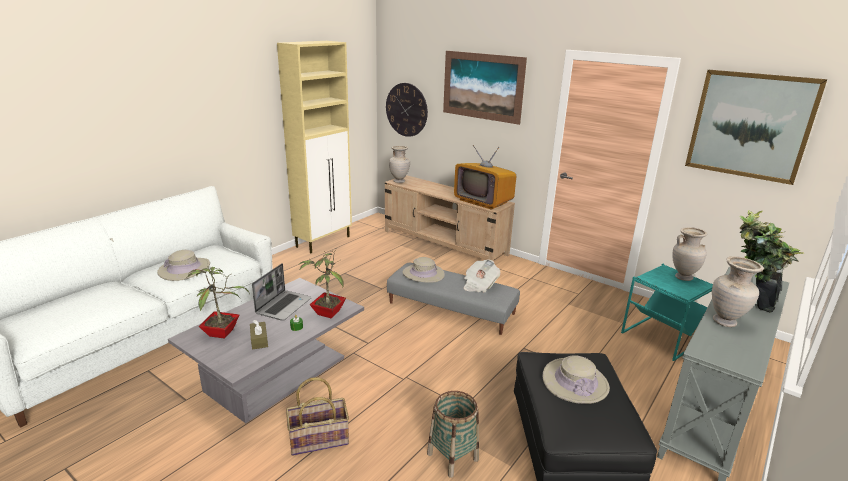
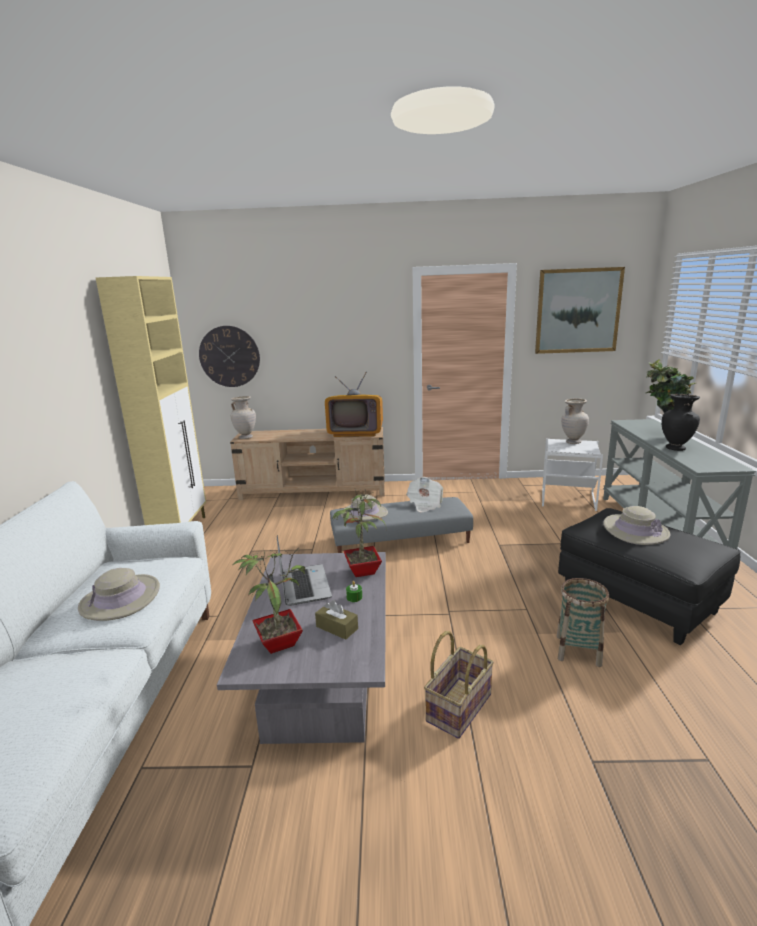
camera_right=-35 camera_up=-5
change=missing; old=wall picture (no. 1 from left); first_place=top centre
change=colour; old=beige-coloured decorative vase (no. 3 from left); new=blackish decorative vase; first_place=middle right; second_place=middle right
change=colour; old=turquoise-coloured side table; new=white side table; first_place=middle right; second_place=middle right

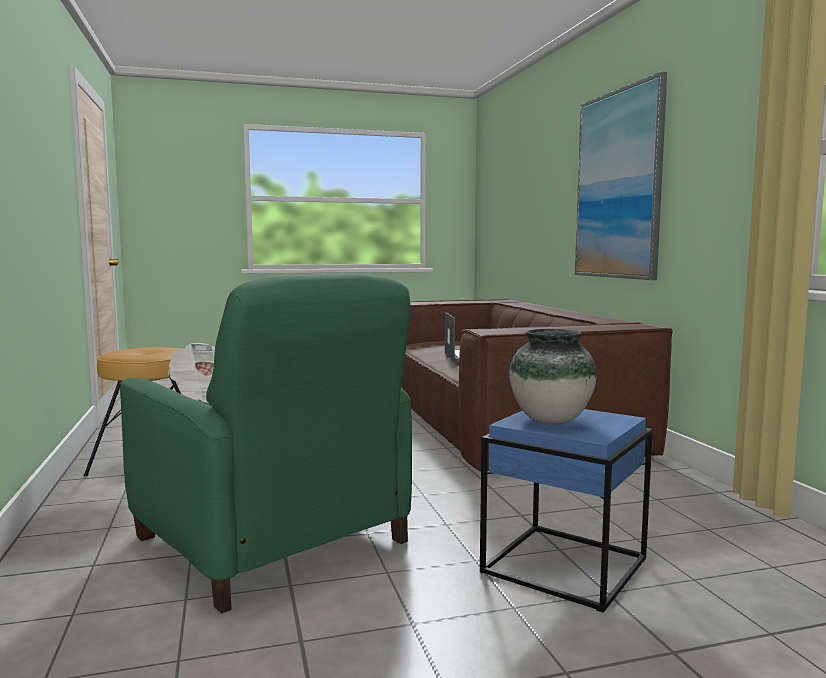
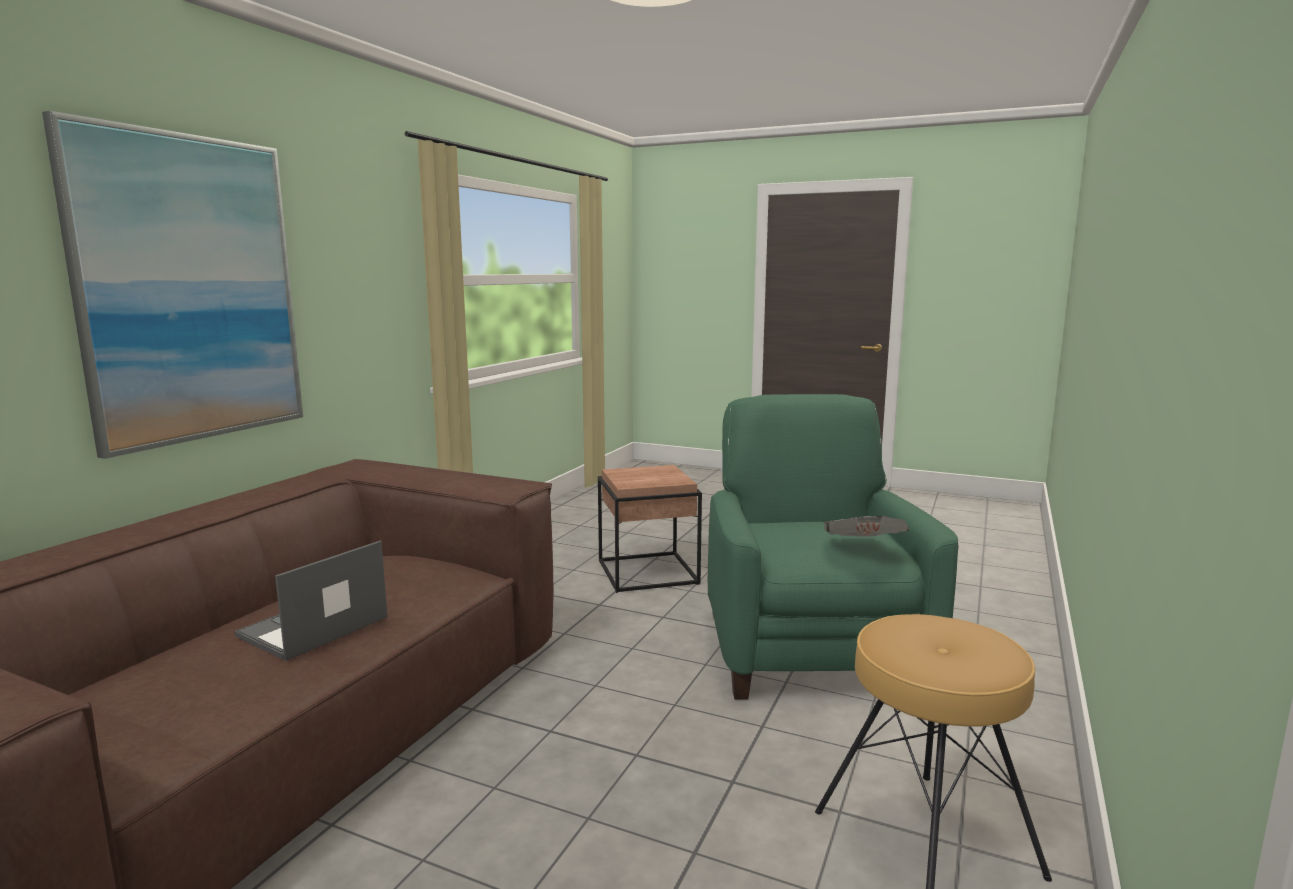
camera_right=-140 camera_up=5
change=missing; old=decorative vase; first_place=middle right
change=colour; old=blue side table; new=brown side table; first_place=bottom right; second_place=centre

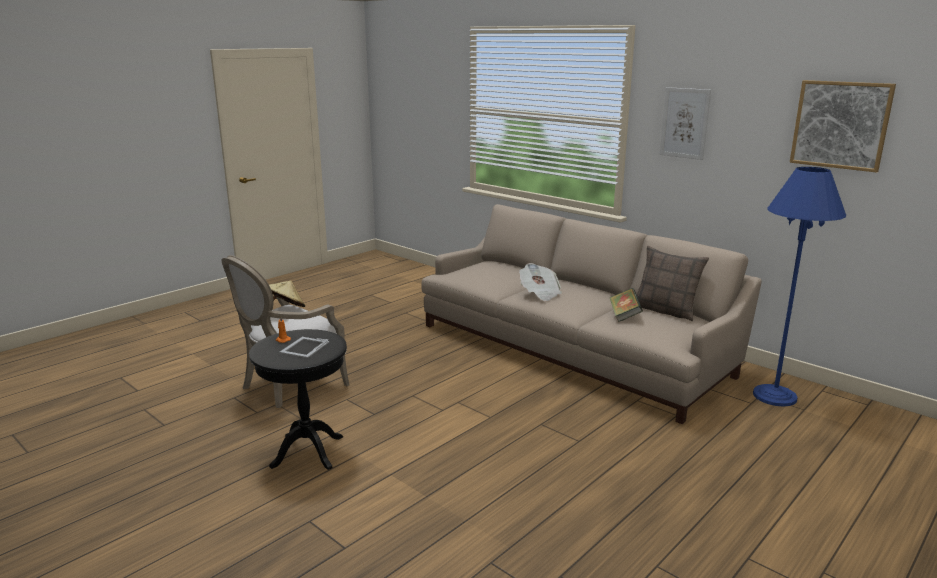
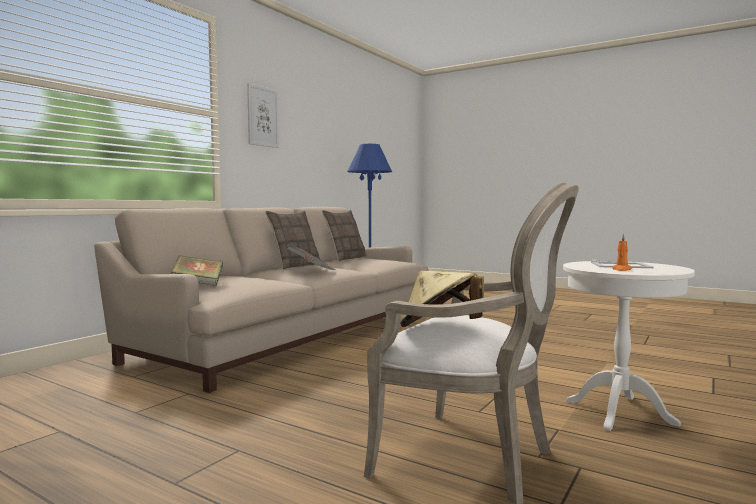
camera_right=-100 camera_up=-15
change=missing; old=wall picture (no. 2 from left); first_place=top right
change=relocated; old=book; first_place=middle right; second_place=middle left
change=colour; old=blackish side table; new=white side table; first_place=bottom left; second_place=bottom right
change=appeared; new=cushion (no. 1 from left); second_place=centre

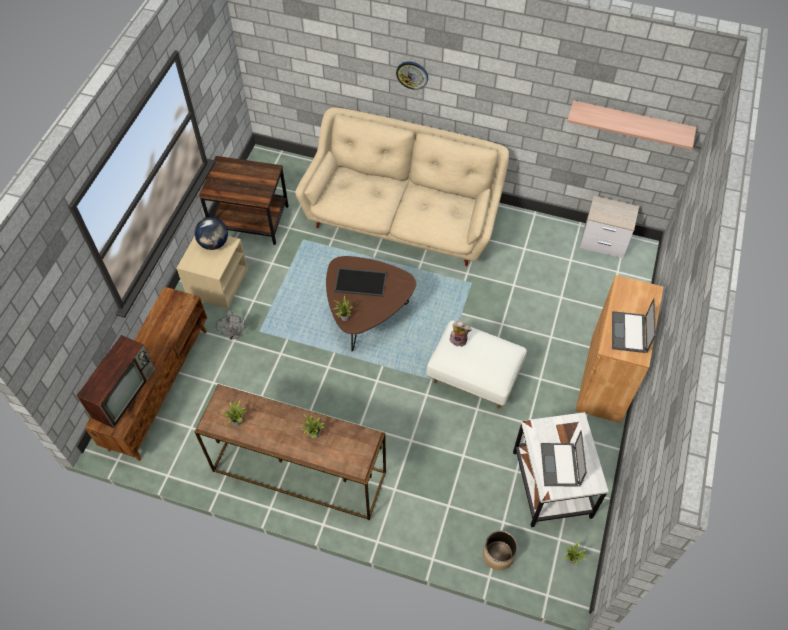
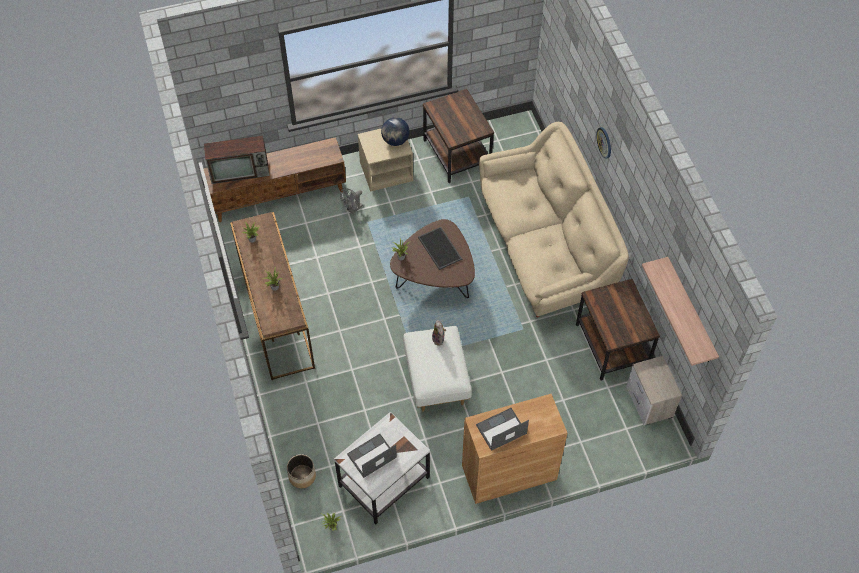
camera_right=55 camera_up=0
change=appeared; new=brown side table (no. 2 from left); second_place=middle right

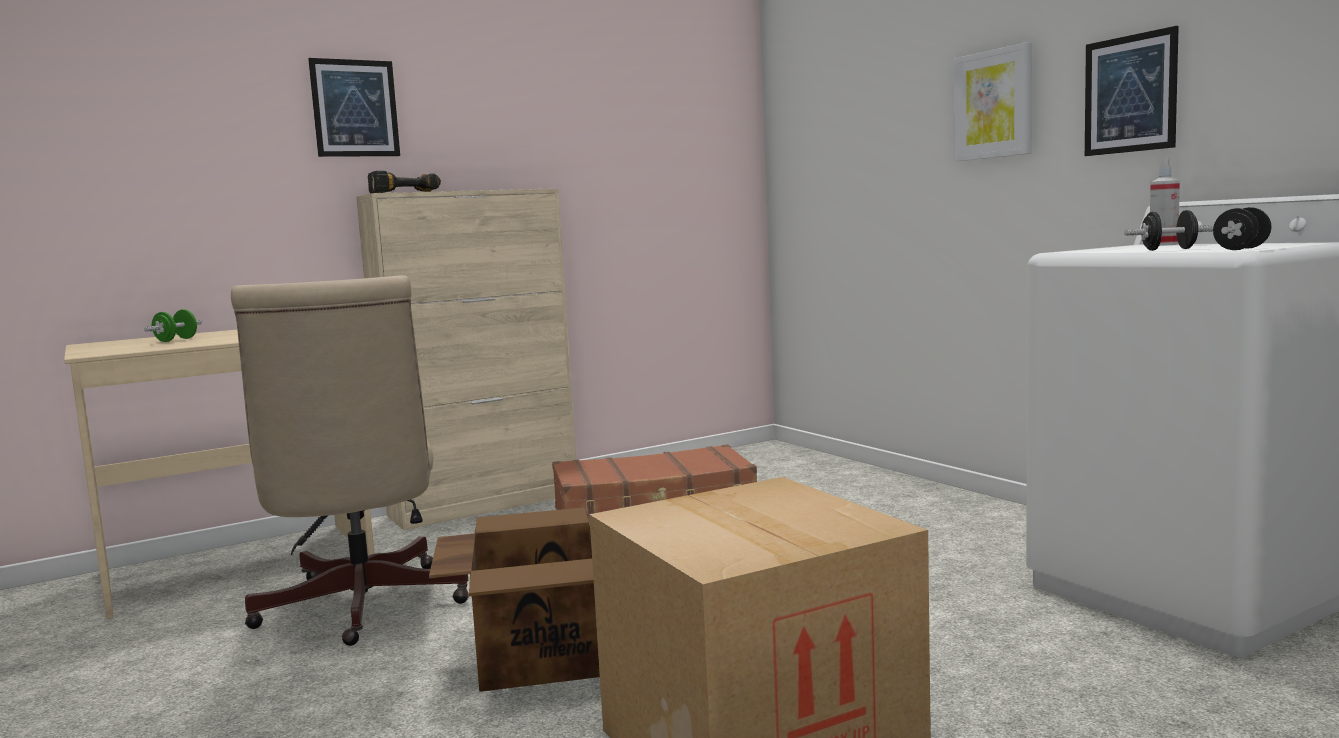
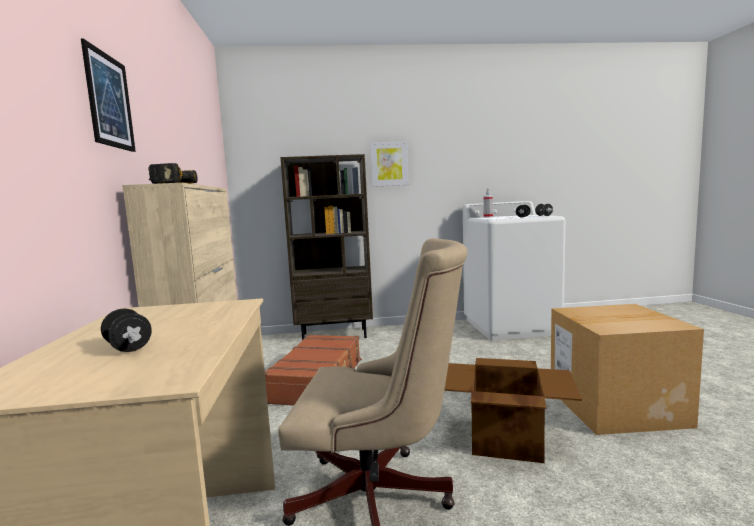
camera_right=-65 camera_up=0
change=missing; old=wall picture (no. 3 from left); first_place=top right
change=colour; old=green-coloured dumbbell; new=blackish dumbbell (no. 1 from left); first_place=middle left; second_place=middle left
change=appeared; new=brown bookcase; second_place=centre

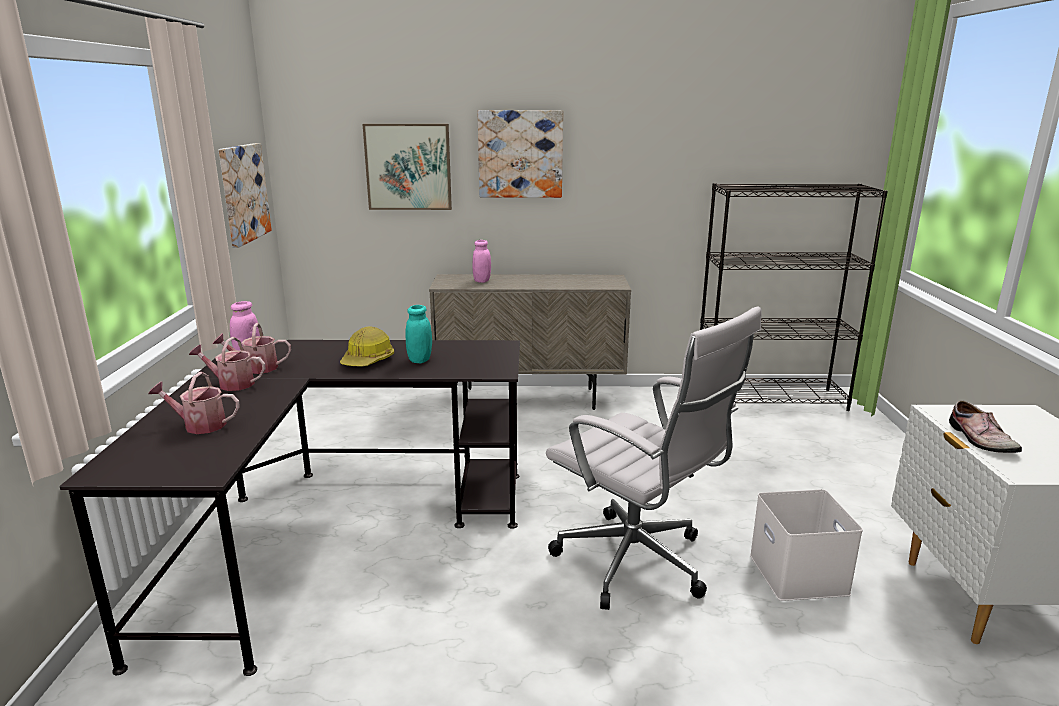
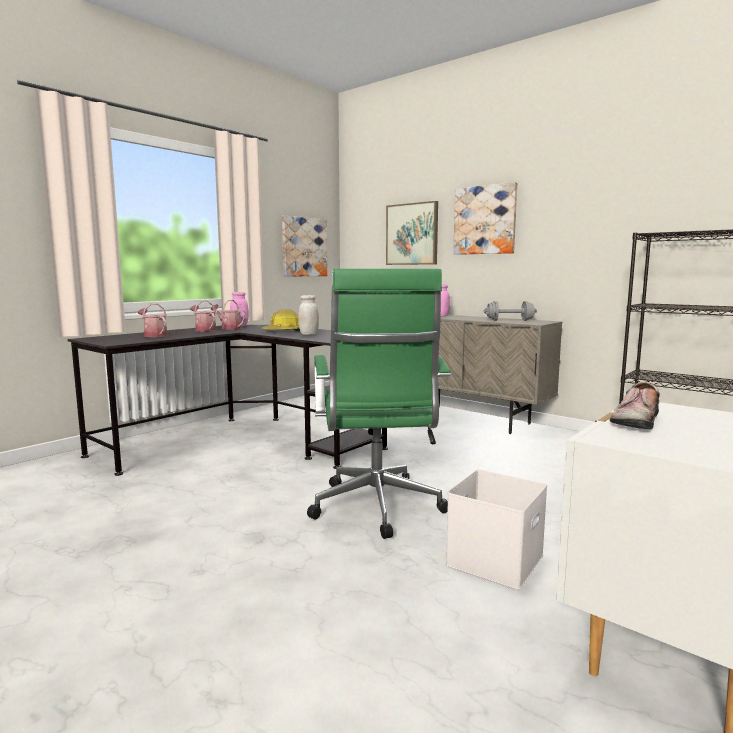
camera_right=40 camera_up=-10
change=colour; old=turquoise-coloured jar; new=white jar; first_place=centre; second_place=centre
change=colour; old=white computer chair; new=green-coloured computer chair; first_place=centre; second_place=centre
change=appeared; new=greyish dumbbell; second_place=middle right

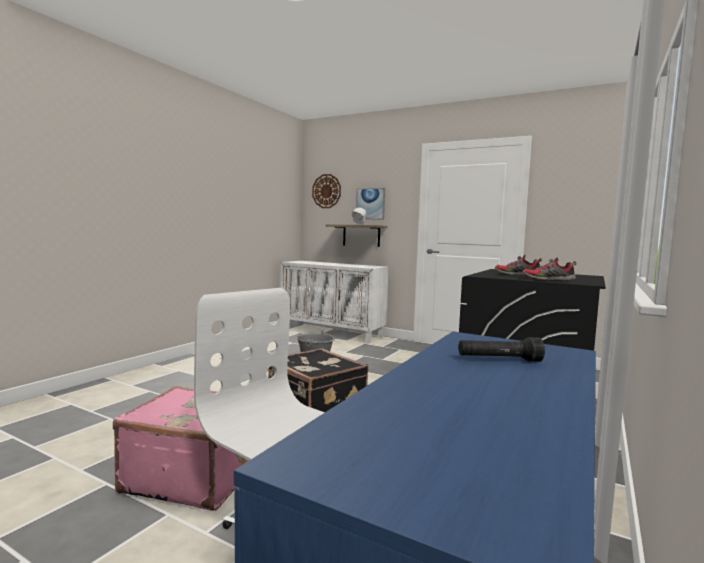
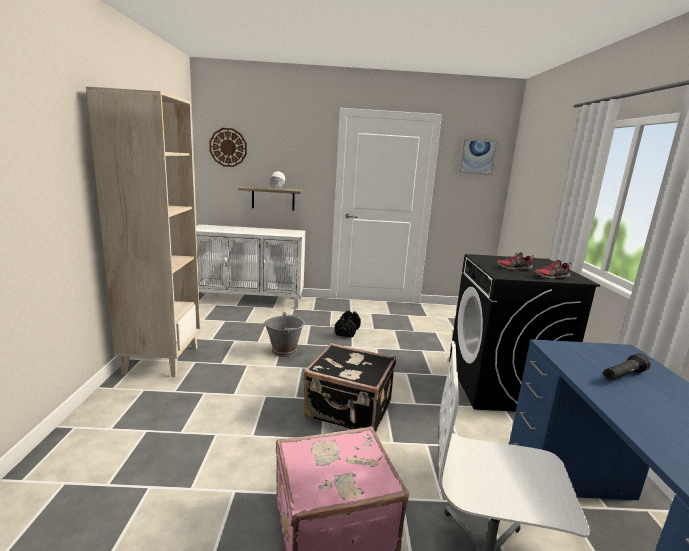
camera_right=-30 camera_up=10
change=relocated; old=wall picture; first_place=centre; second_place=top right
change=appeared; new=beige-coloured bookcase; second_place=middle left
change=appeared; new=blackish dumbbell; second_place=centre

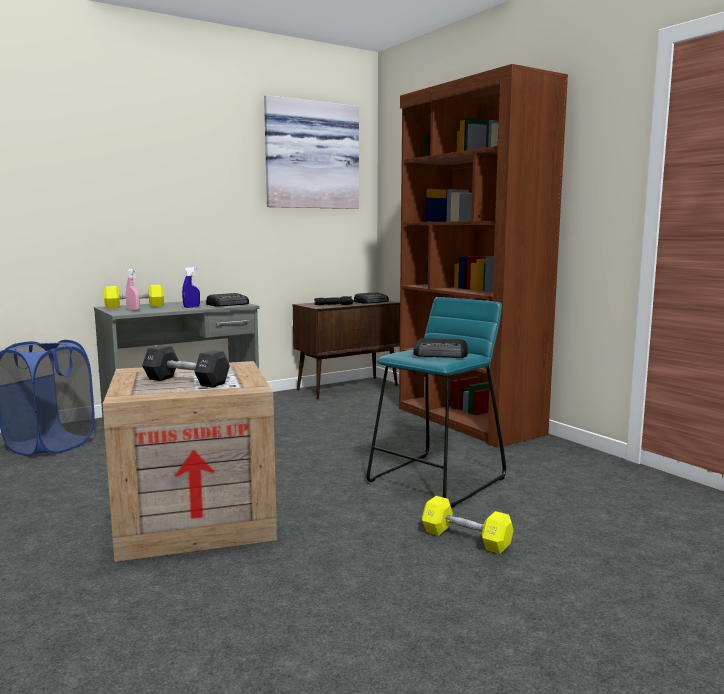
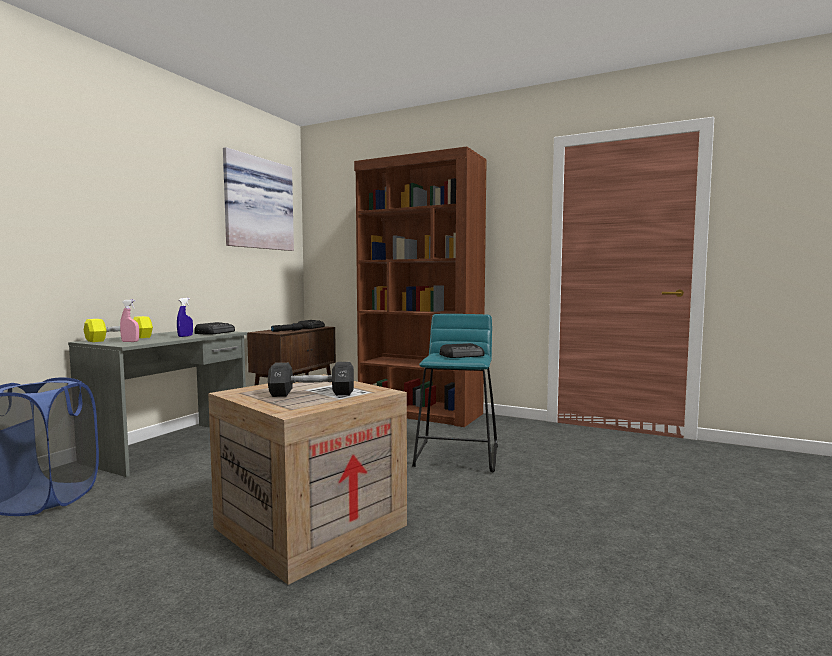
camera_right=-30 camera_up=-5
change=missing; old=yellow-coloured dumbbell (no. 2 from left); first_place=bottom centre

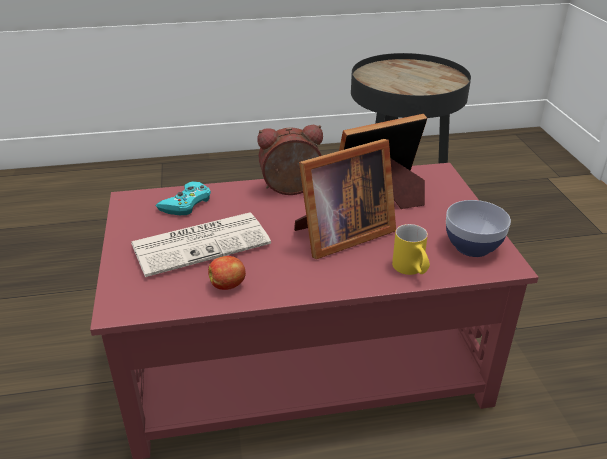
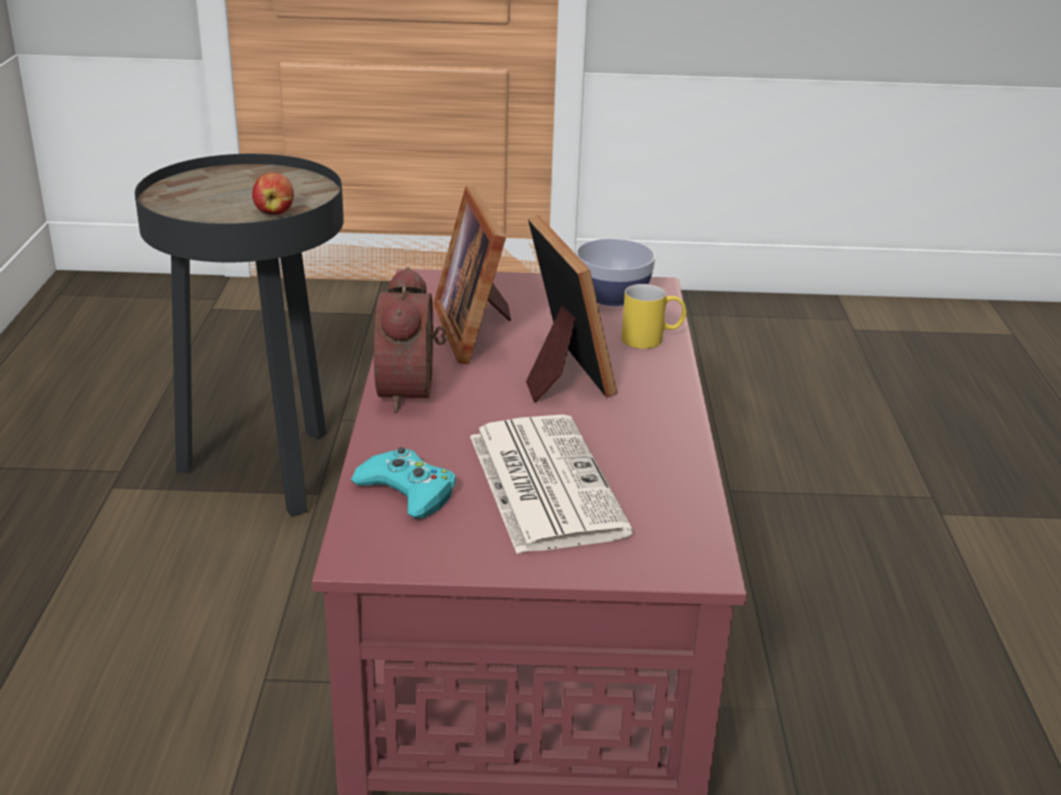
camera_right=-80 camera_up=-5
change=relocated; old=apple fruit; first_place=centre; second_place=top left

